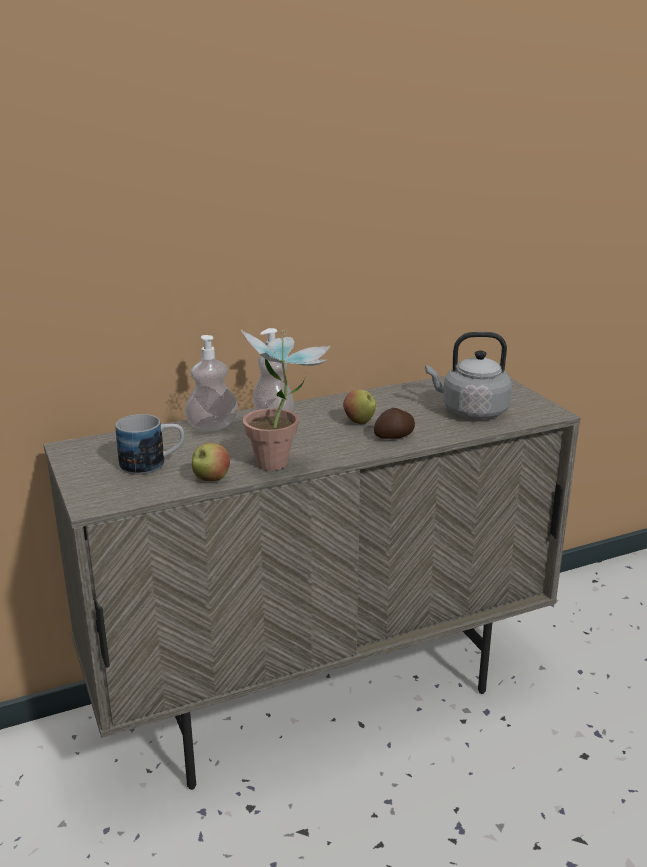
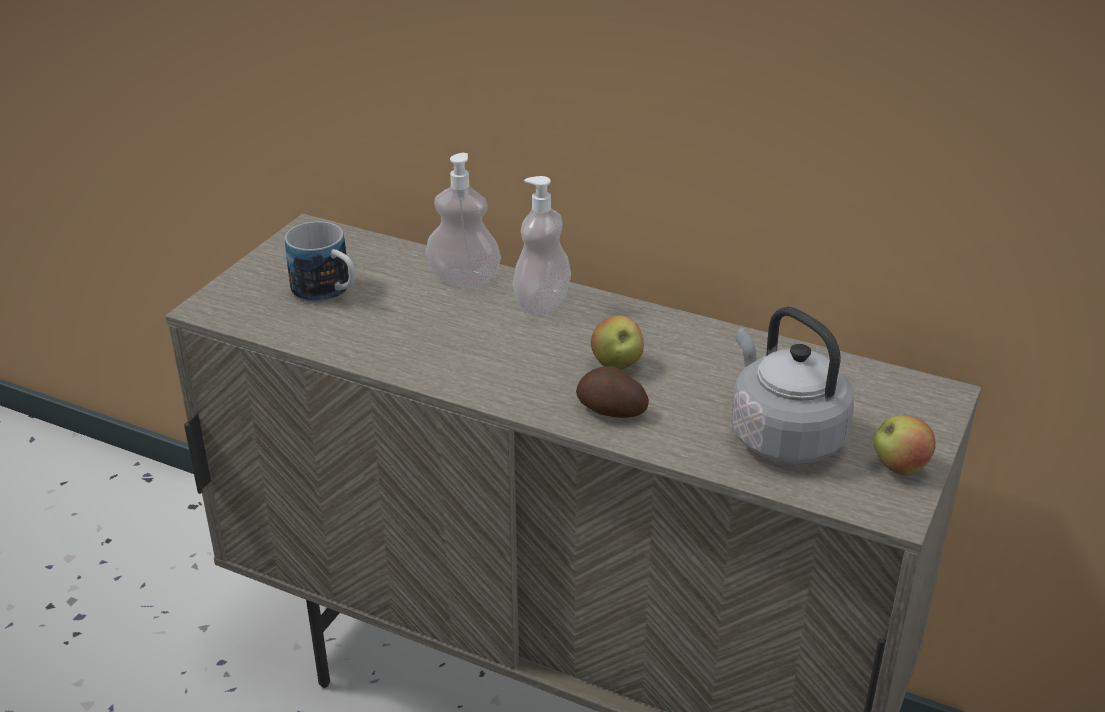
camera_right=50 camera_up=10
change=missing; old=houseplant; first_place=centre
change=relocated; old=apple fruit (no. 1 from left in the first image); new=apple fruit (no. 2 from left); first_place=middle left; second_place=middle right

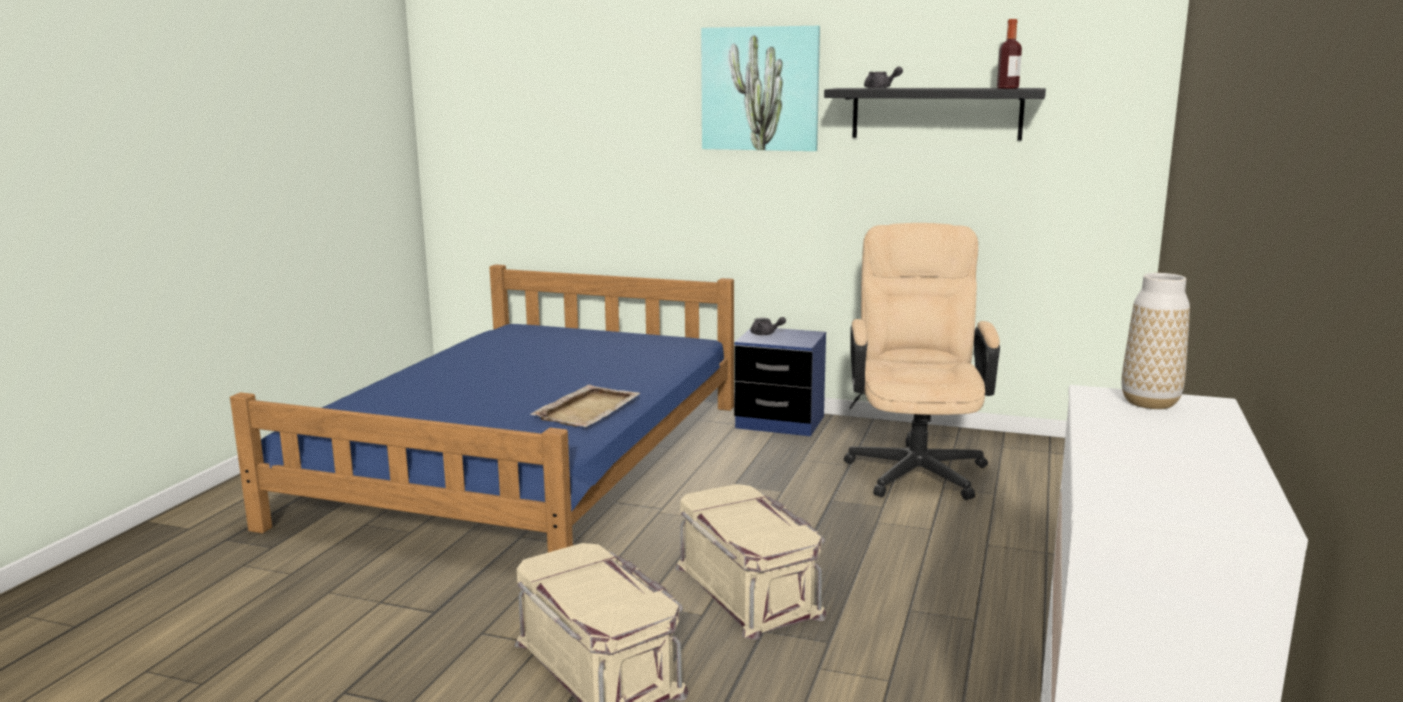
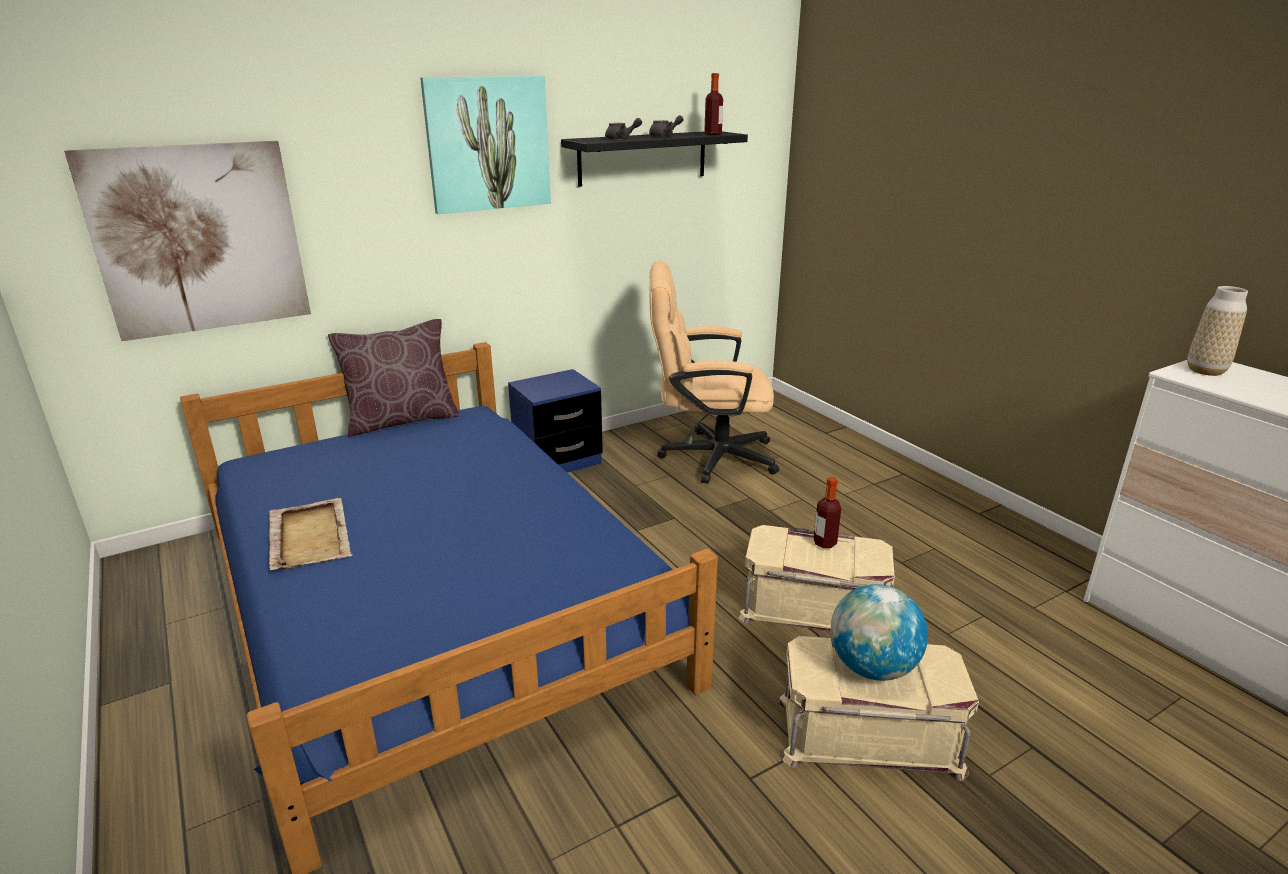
camera_right=-50 camera_up=10
change=spun; old=beige-coloured computer chair; first_place=centre; second_place=centre; degrees=-45
change=relocated; old=greyish pot for tea (no. 1 from left in the first image); new=greyish pot for tea (no. 2 from left); first_place=centre; second_place=top centre
change=relocated; old=beige-coloured serving tray; first_place=centre; second_place=middle left
change=appeared; new=wall picture (no. 1 from left); second_place=top left
change=appeared; new=brown cushion; second_place=middle left
change=appeared; new=bottle (no. 2 from left); second_place=centre
change=appeared; new=desk globe; second_place=bottom right

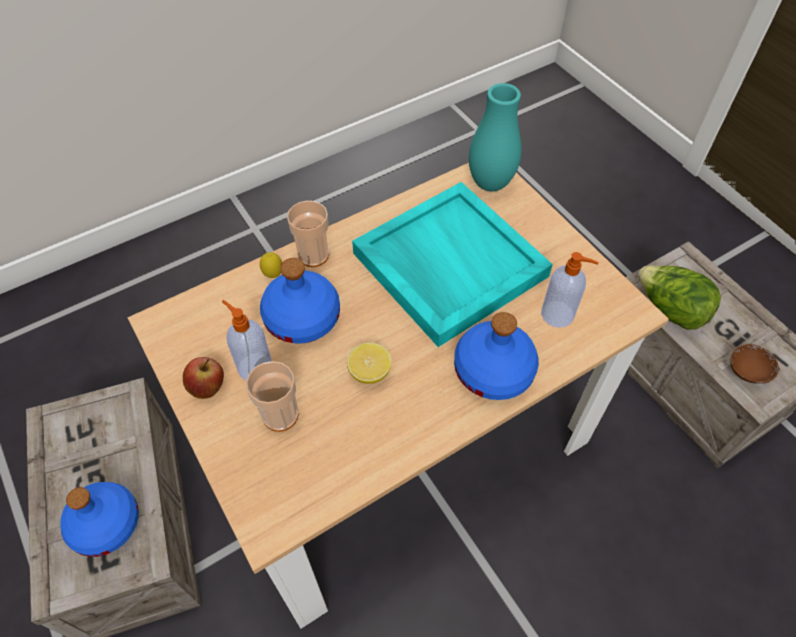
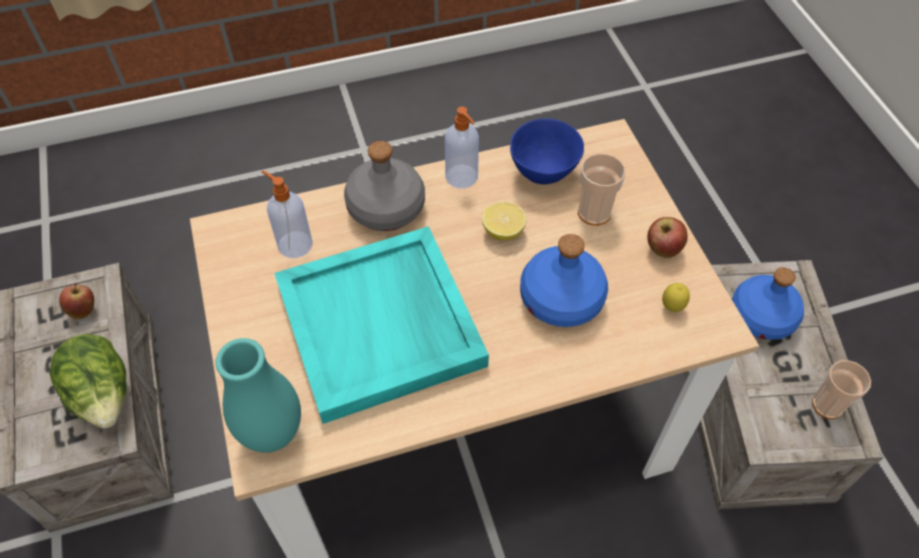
camera_right=-165 camera_up=0
change=relocated; old=small cup (no. 2 from left); first_place=centre; second_place=bottom right
change=relocated; old=lemon (no. 1 from left in the first image); new=lemon (no. 2 from left); first_place=centre; second_place=middle right
change=relocated; old=liquid soap bottle (no. 1 from left in the first image); new=liquid soap bottle (no. 2 from left); first_place=middle left; second_place=top centre
change=colour; old=blue bottle (no. 3 from left); new=greyish bottle; first_place=centre; second_place=centre
change=exchanged; old=brown bowl; new=apple fruit (no. 1 from left); first_place=middle right; second_place=middle left
change=appeared; new=blue bowl; second_place=top centre

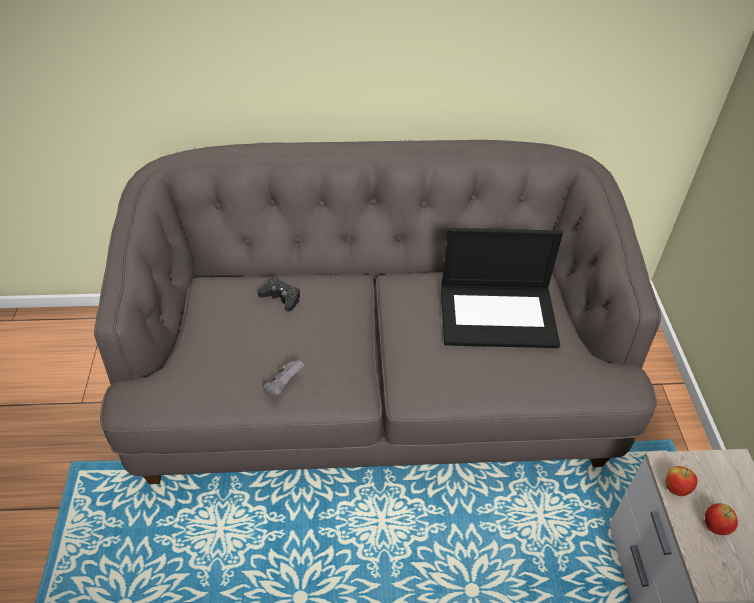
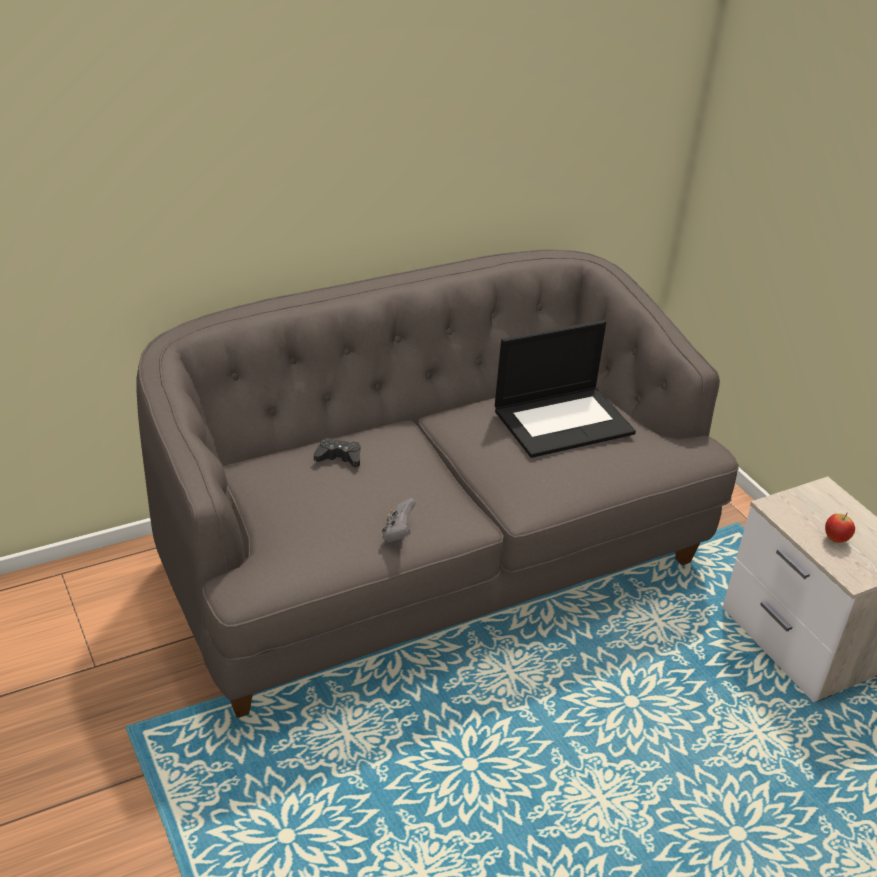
camera_right=-25 camera_up=-10
change=missing; old=apple fruit (no. 1 from left); first_place=bottom right

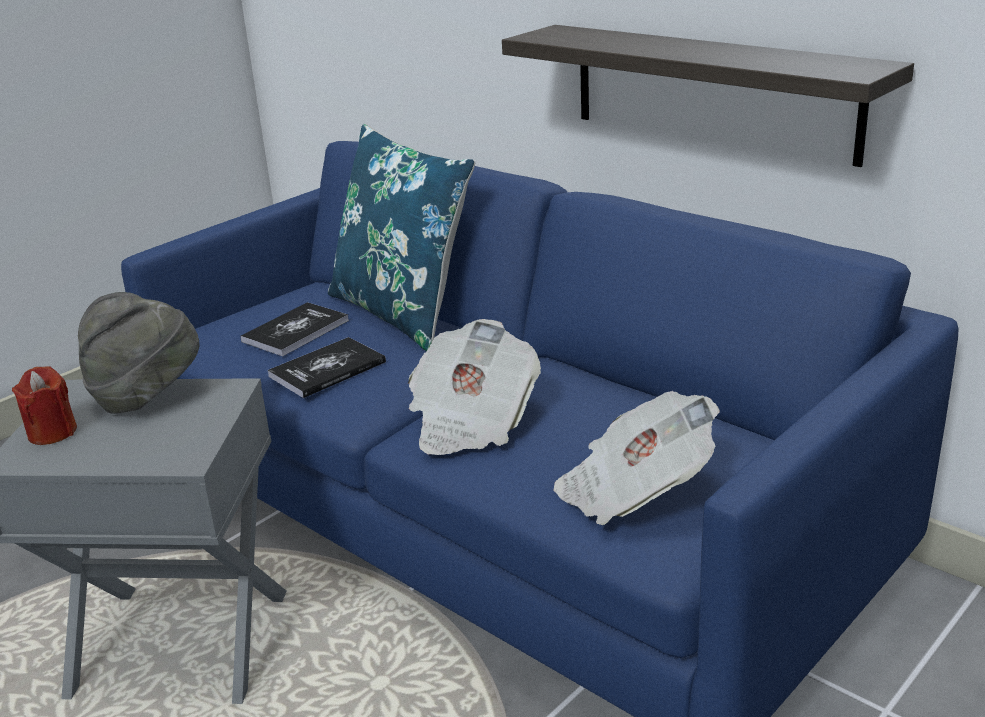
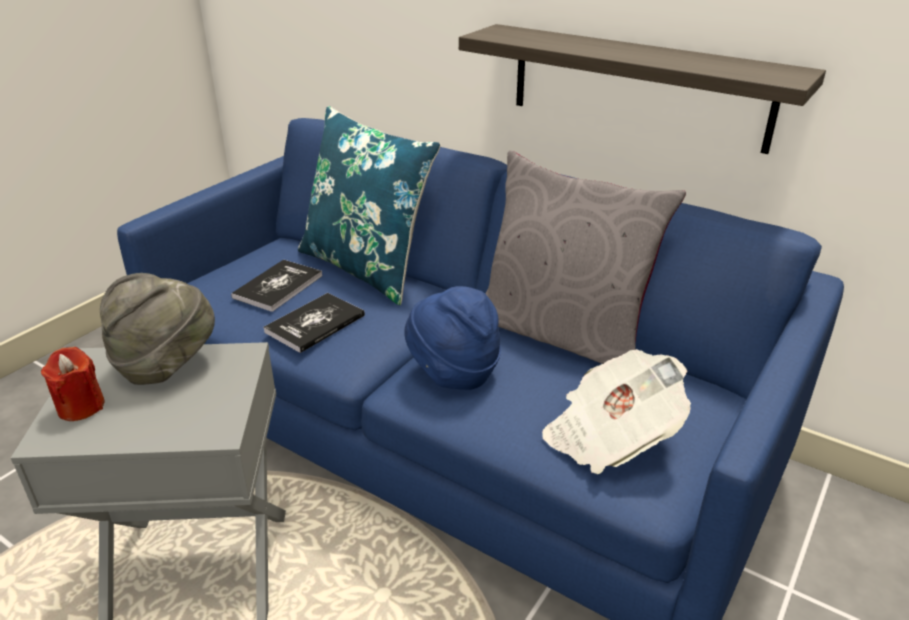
camera_right=-10 camera_up=5
change=exchanged; old=daily paper (no. 1 from left); new=blue wearable hat; first_place=centre; second_place=centre
change=appeared; new=greyish cushion; second_place=centre

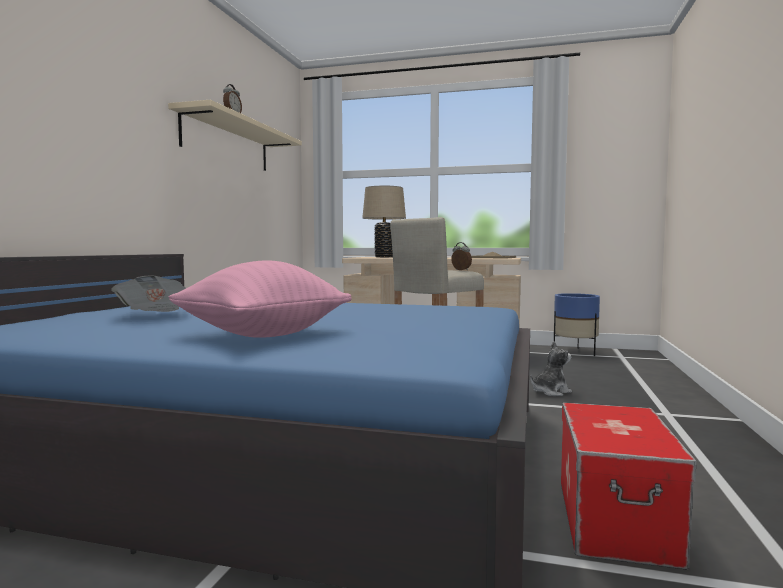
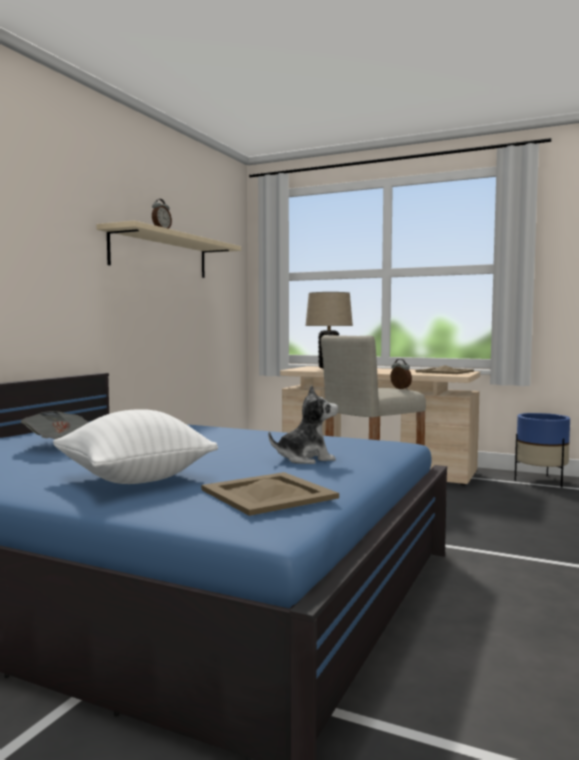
camera_right=10 camera_up=0
change=colour; old=pink-coloured cushion; new=white cushion; first_place=middle left; second_place=middle left
change=relocated; old=cuddly toy; first_place=middle right; second_place=centre
change=missing; old=storage bin; first_place=bottom right
change=appeared; new=beige-coloured serving tray (no. 1 from left); second_place=centre

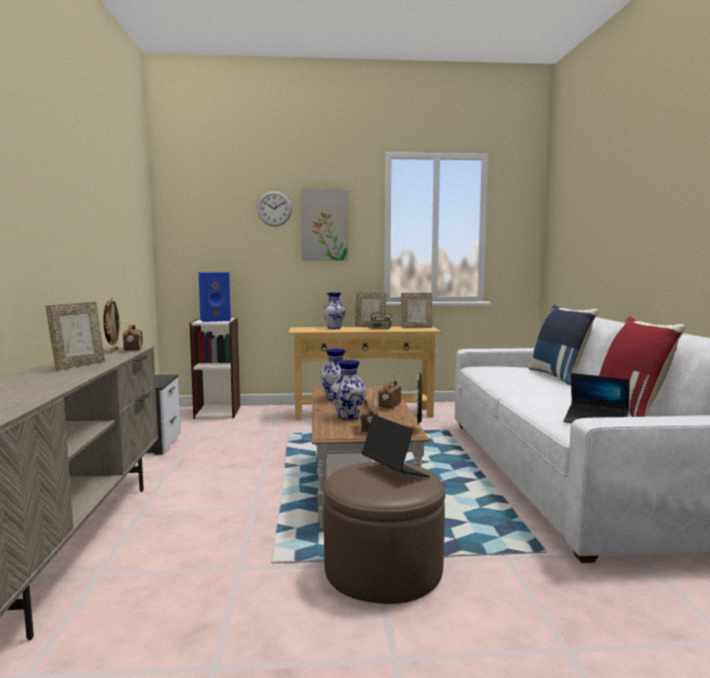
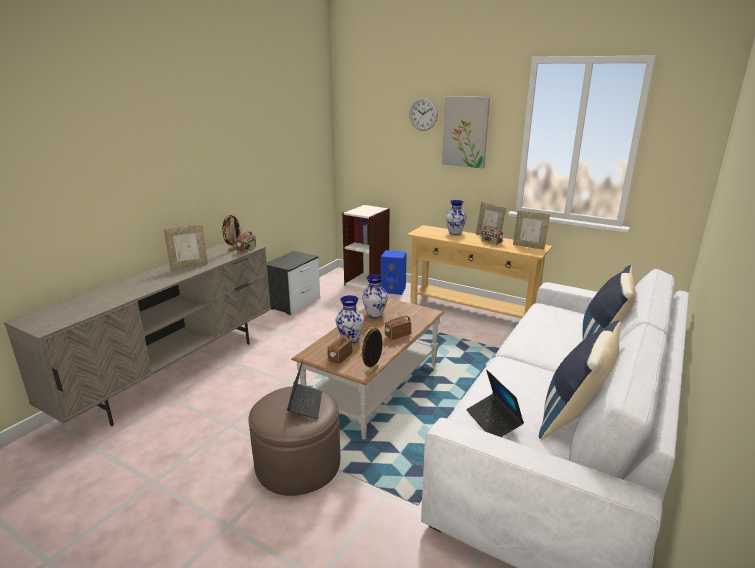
camera_right=35 camera_up=15
change=relocated; old=blue audio speaker; first_place=middle left; second_place=centre
change=colour; old=red cushion; new=blue cushion (no. 1 from left); first_place=middle right; second_place=bottom right

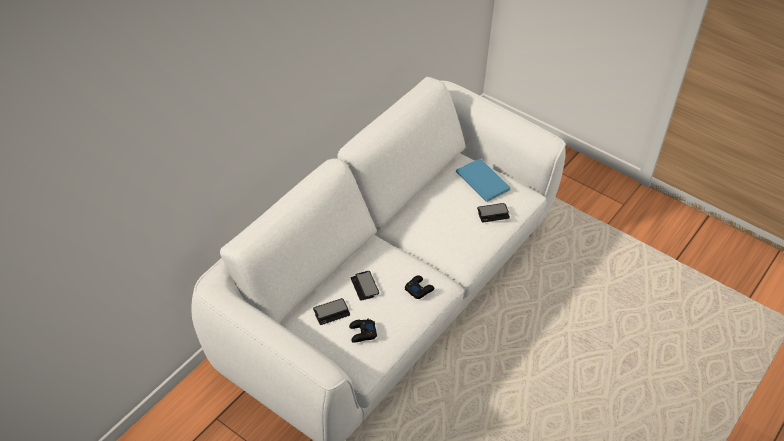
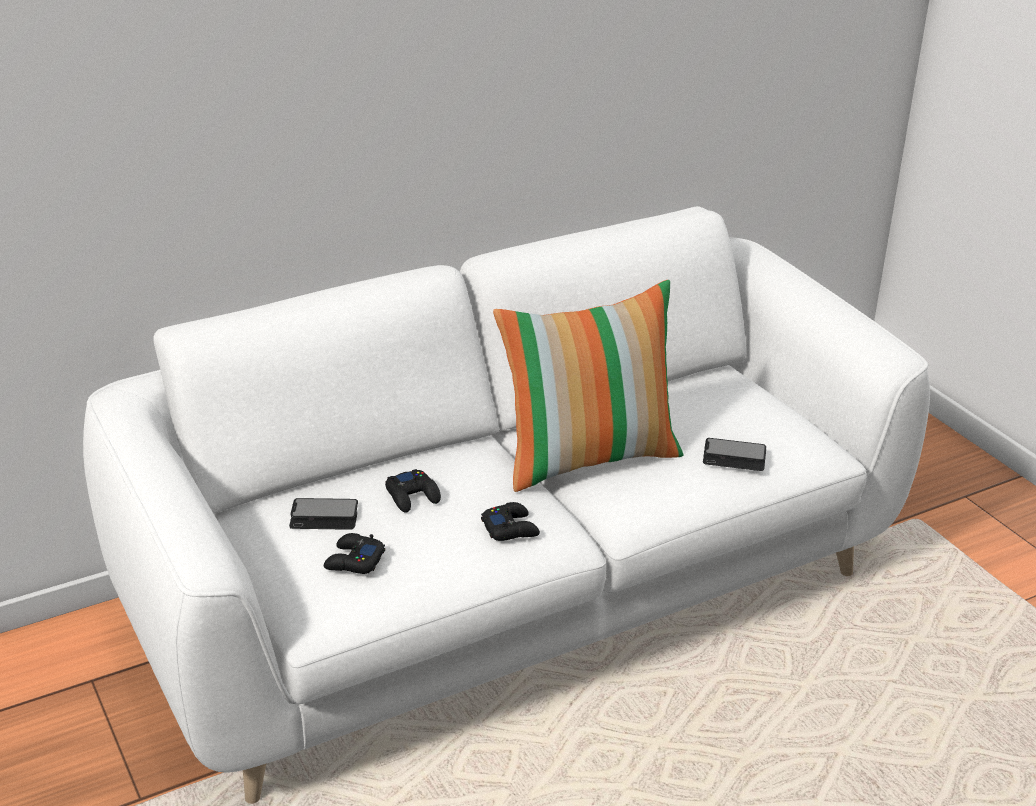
camera_right=25 camera_up=-15
change=missing; old=blue book; first_place=centre
change=exchanged; old=handset (no. 2 from left); new=blackish joypad (no. 2 from left); first_place=centre; second_place=centre
change=appeared; new=cushion; second_place=centre

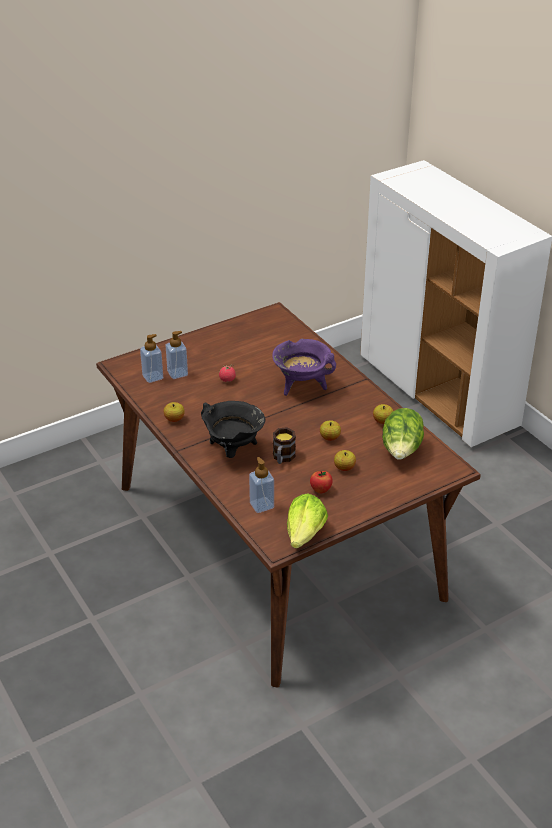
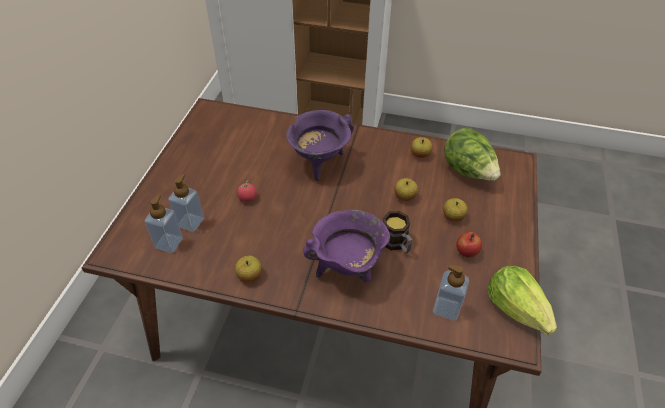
camera_right=-45 camera_up=10
change=colour; old=blackish saucepot; new=purple-coloured saucepot (no. 2 from left); first_place=centre; second_place=centre

